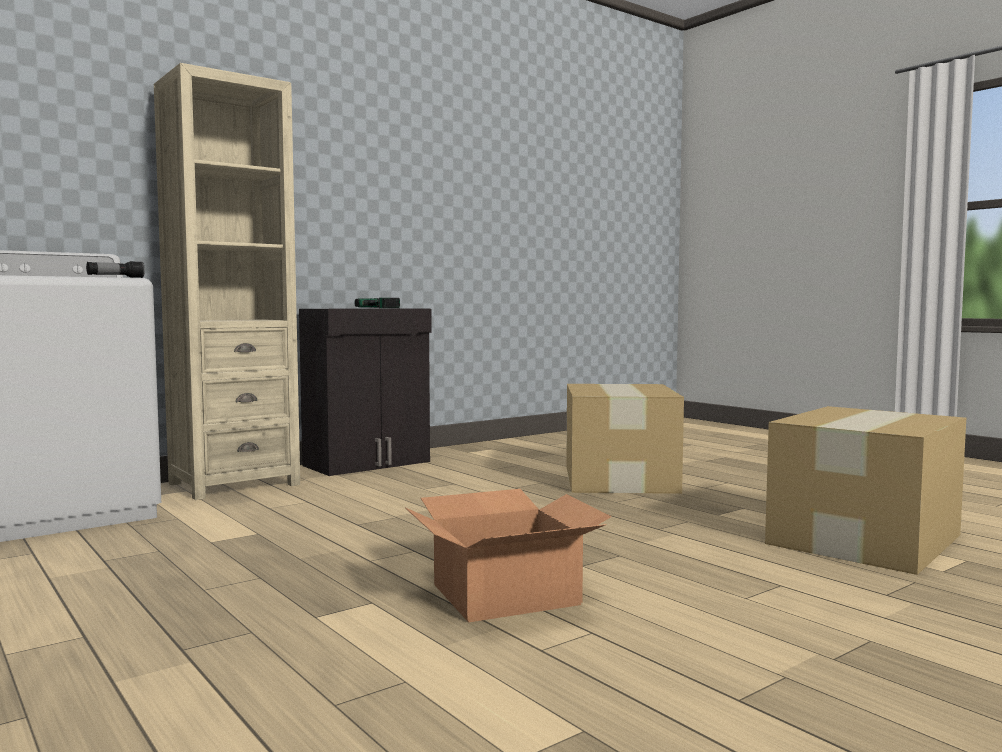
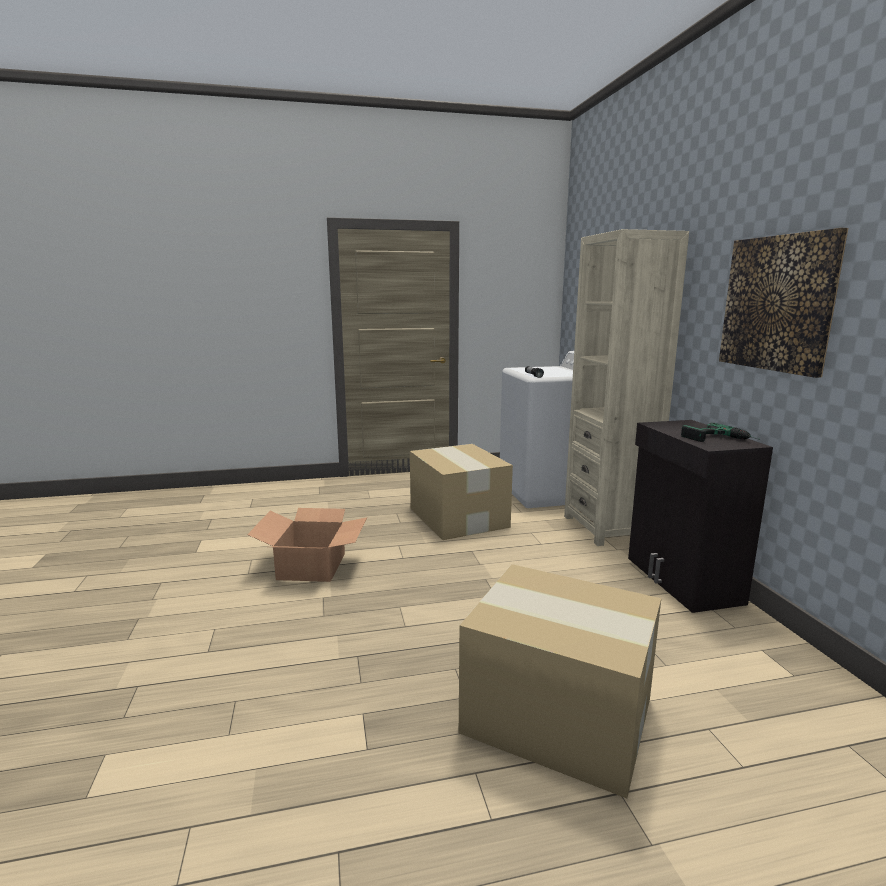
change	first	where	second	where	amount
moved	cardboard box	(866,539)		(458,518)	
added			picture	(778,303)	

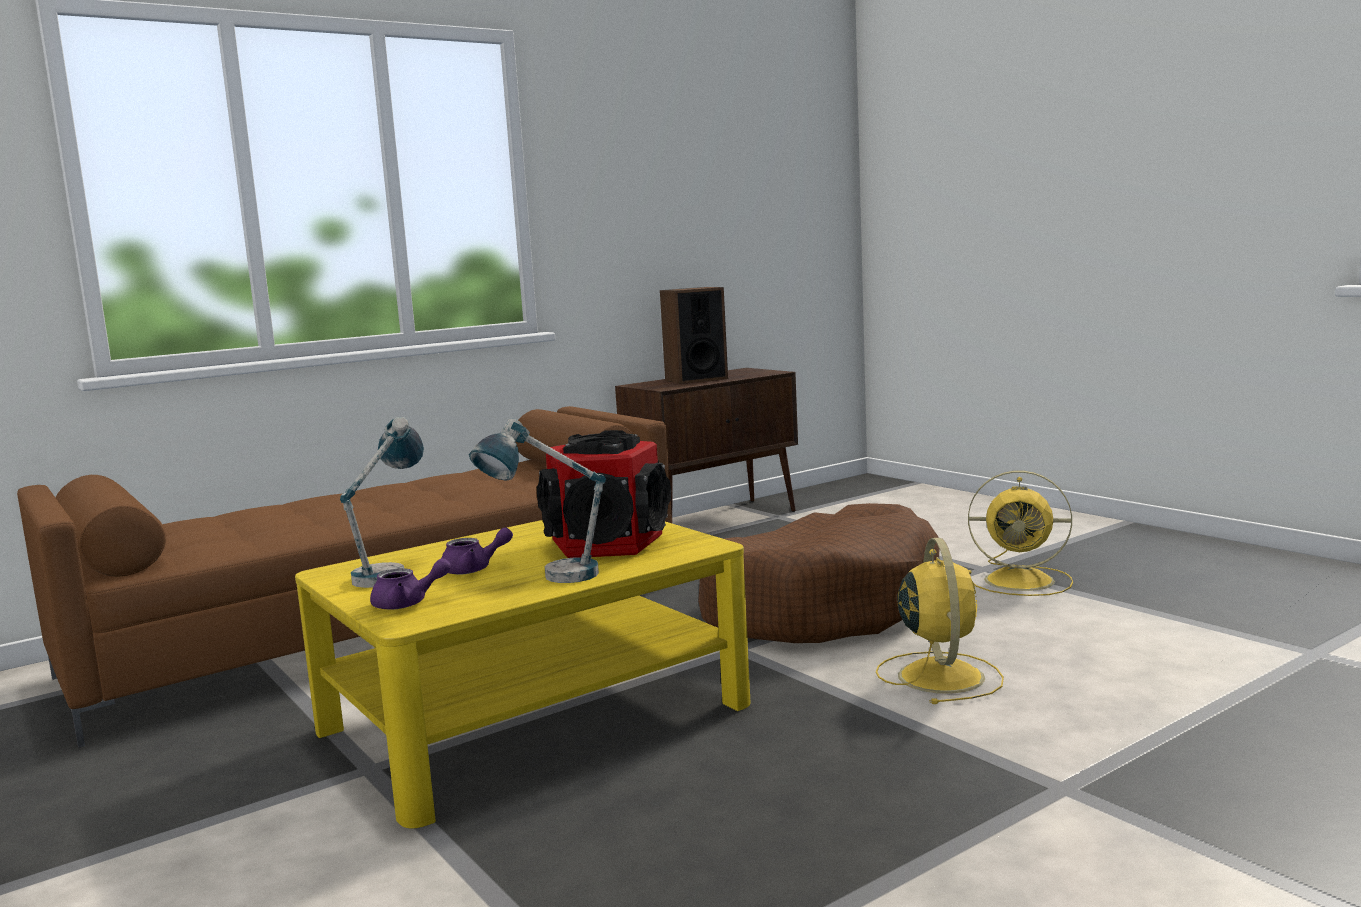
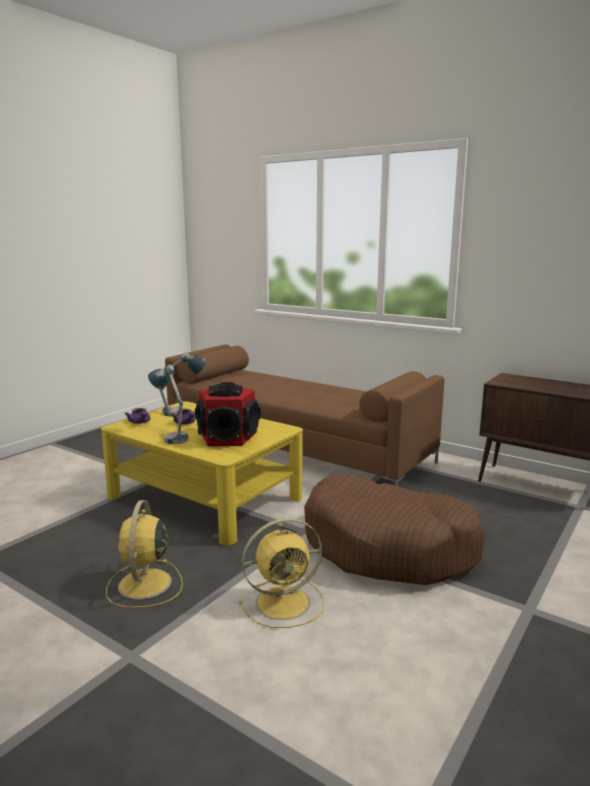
change	first	where	second	where	amount
removed	speaker	(696,379)			
moved	yellow fan	(1022,581)		(144,585)	

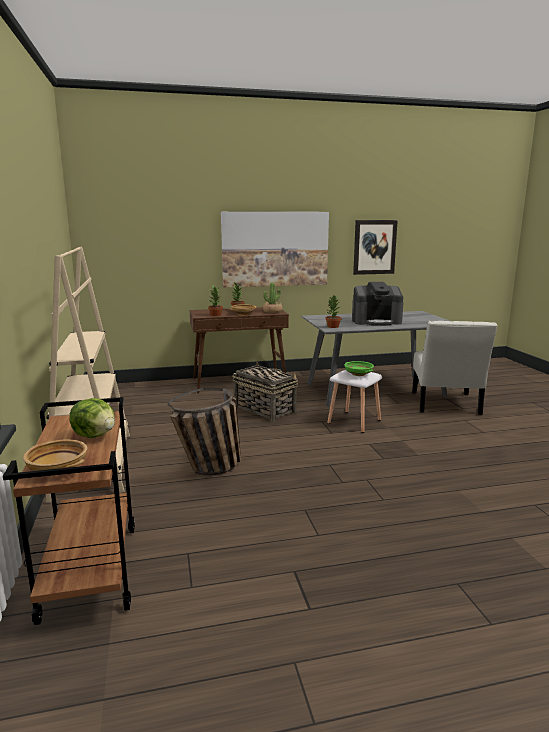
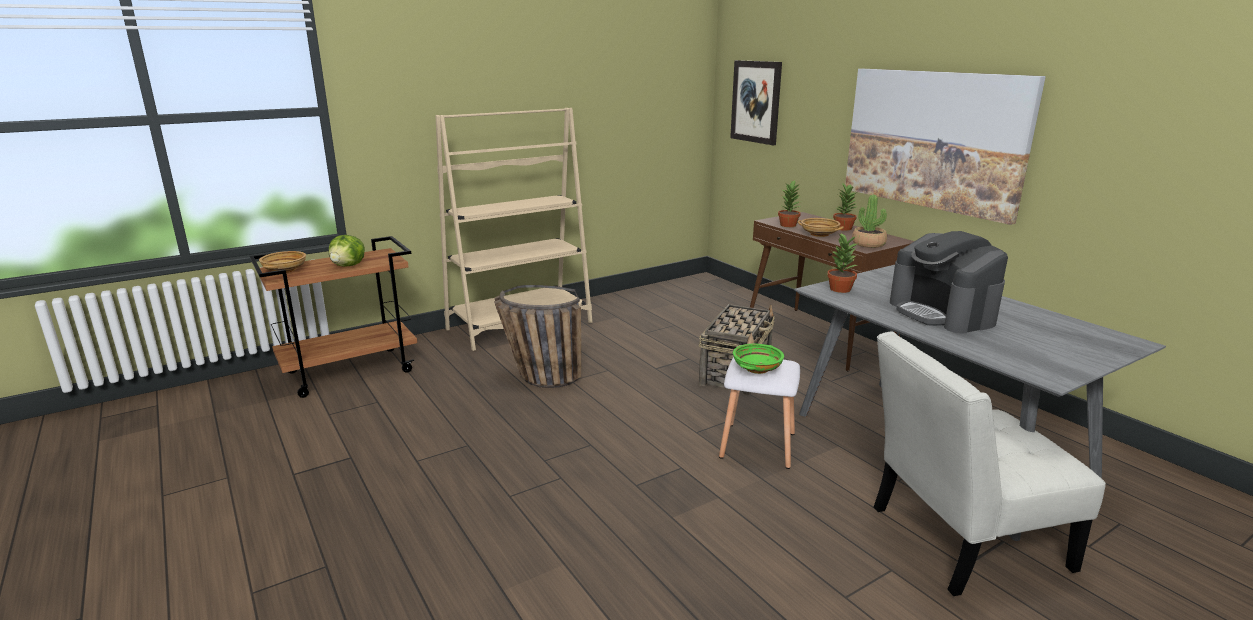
change	first	where	second	where	amount
moved	picture	(374,247)		(756,102)	

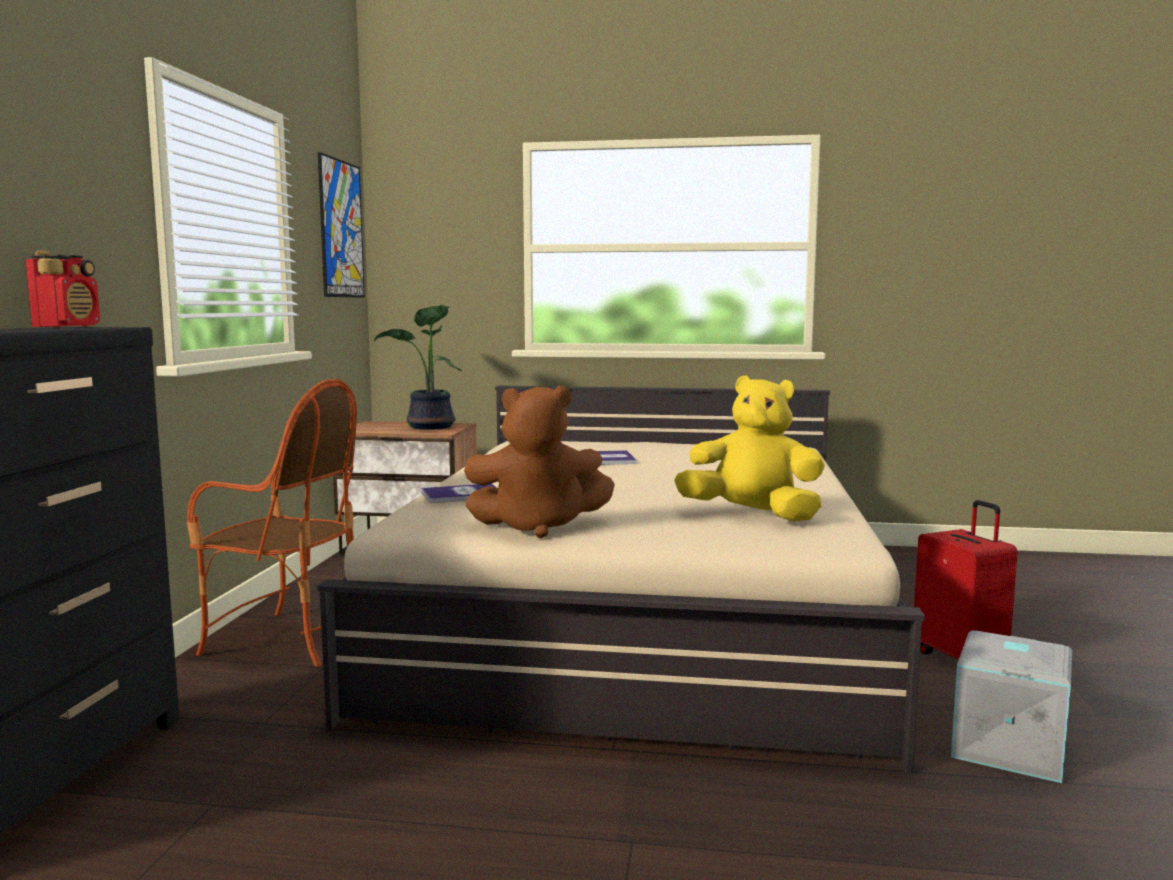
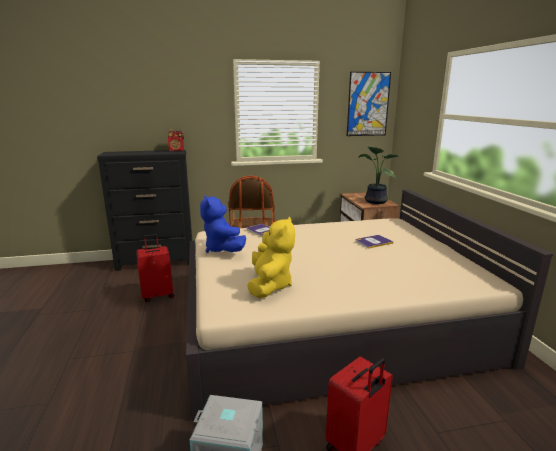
change	first	where	second	where	amount
recoloured	brown plush toy	(538,527)	blue plush toy	(223,249)	
added			red suitcase	(158,295)	

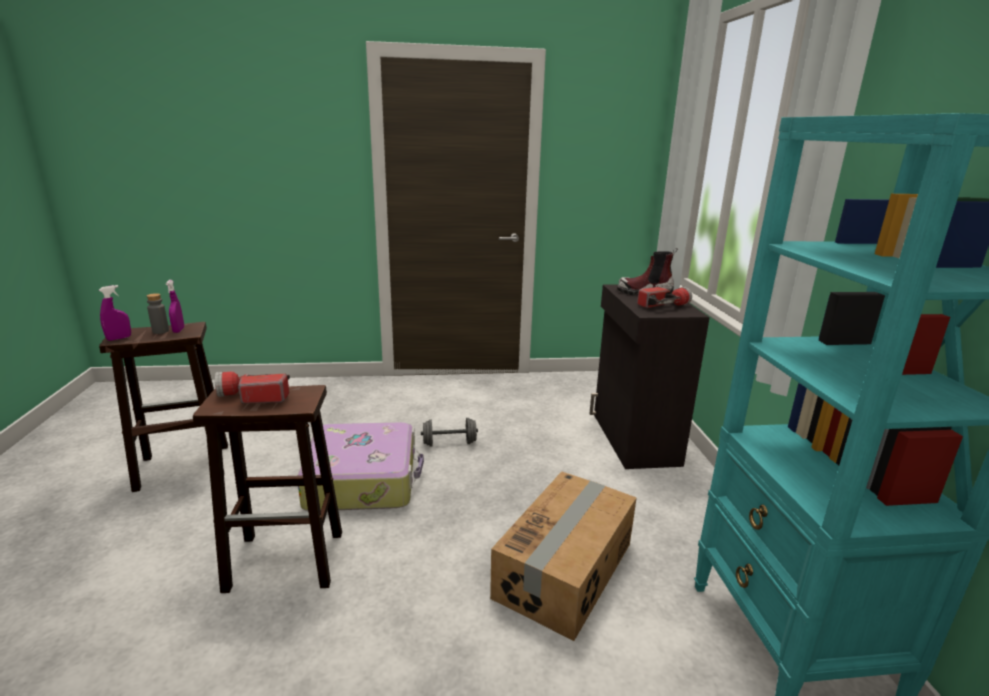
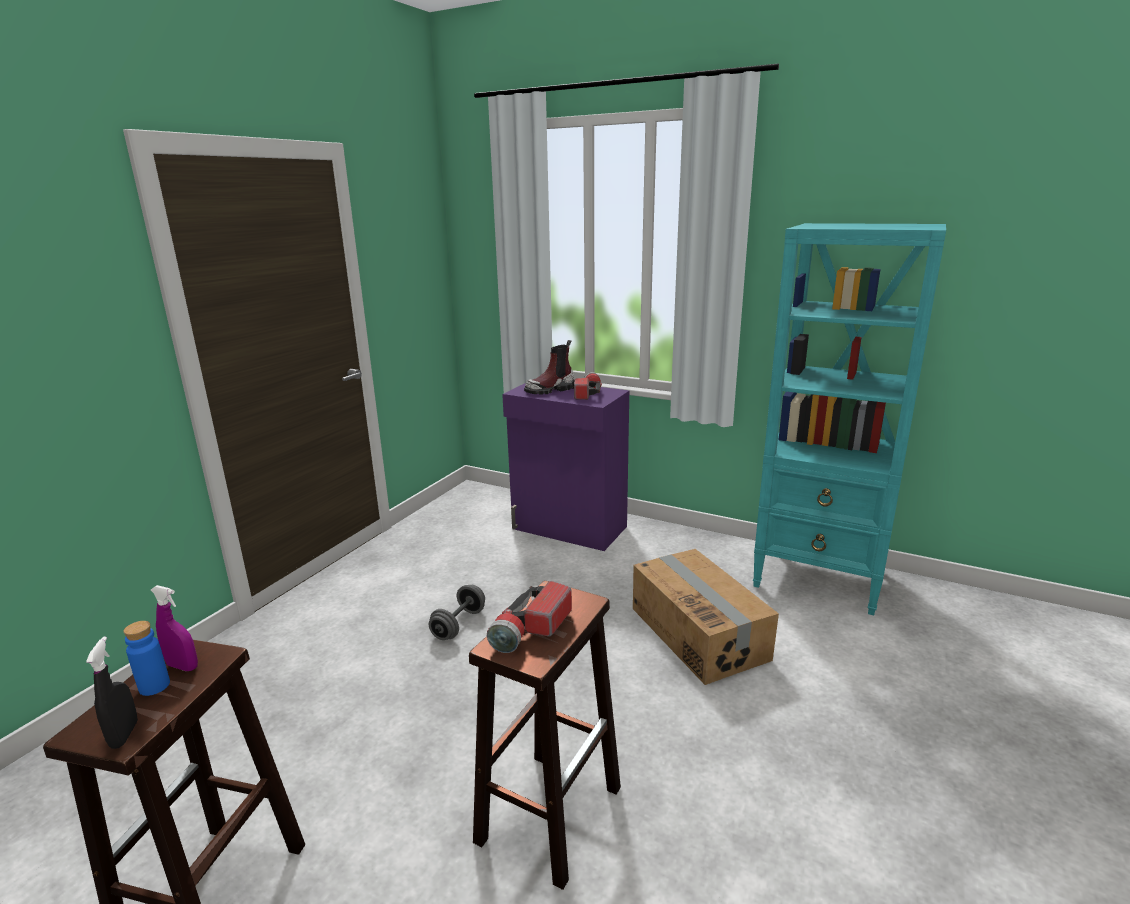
change	first	where	second	where	amount
recoloured	purple spray bottle	(119,338)	black spray bottle	(124,735)	
recoloured	black cabinet	(633,439)	purple cabinet	(569,528)	
recoloured	grey bottle	(160,331)	blue bottle	(154,686)	
removed	suitcase	(363,479)			

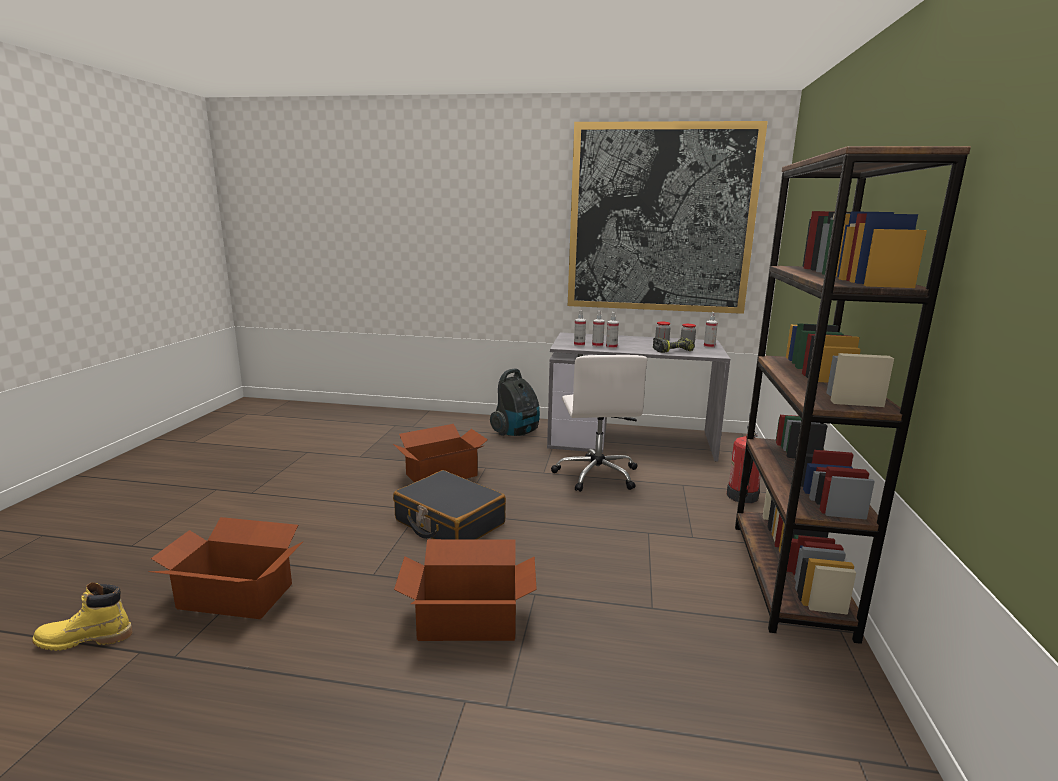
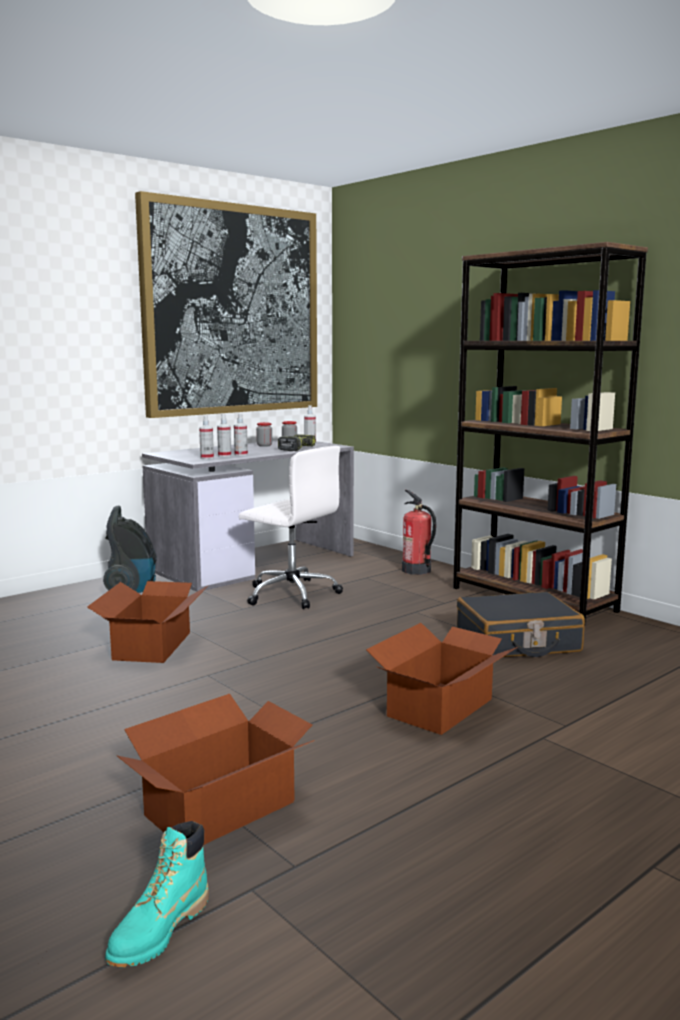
change	first	where	second	where	amount
moved	black suitcase	(449,522)		(517,642)	
recoloured	yellow boot	(85,639)	turquoise boot	(159,931)	

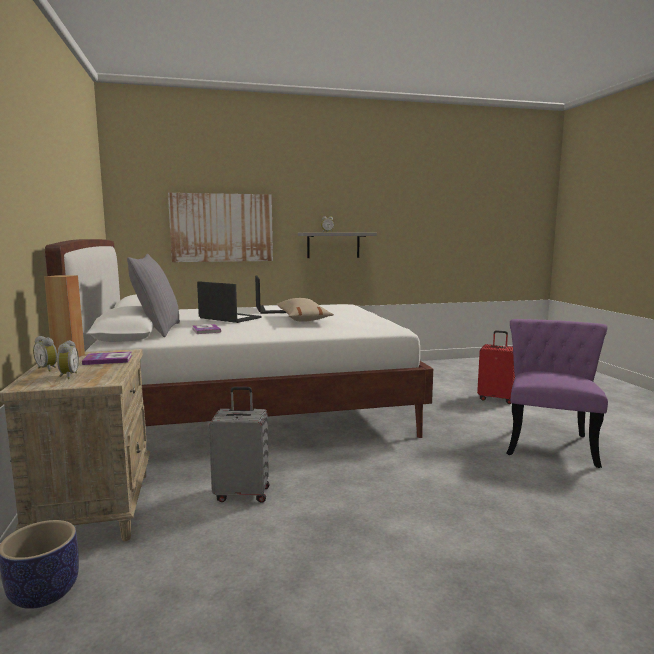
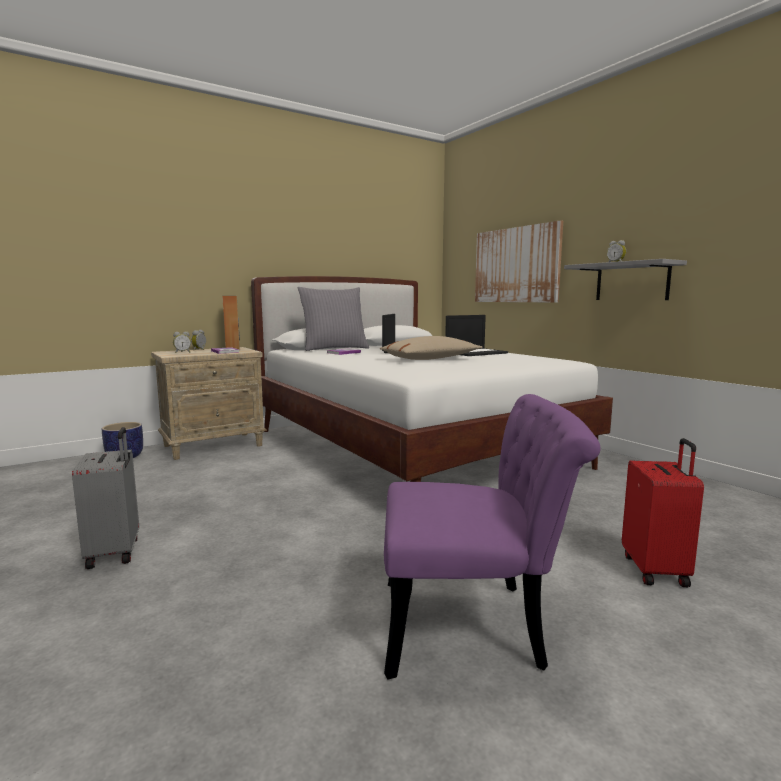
change	first	where	second	where	amount
moved	grey suitcase	(242,493)		(115,552)	

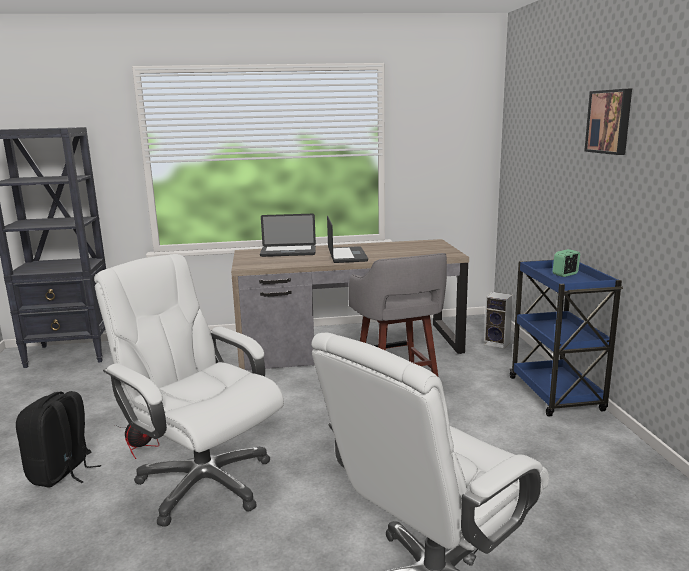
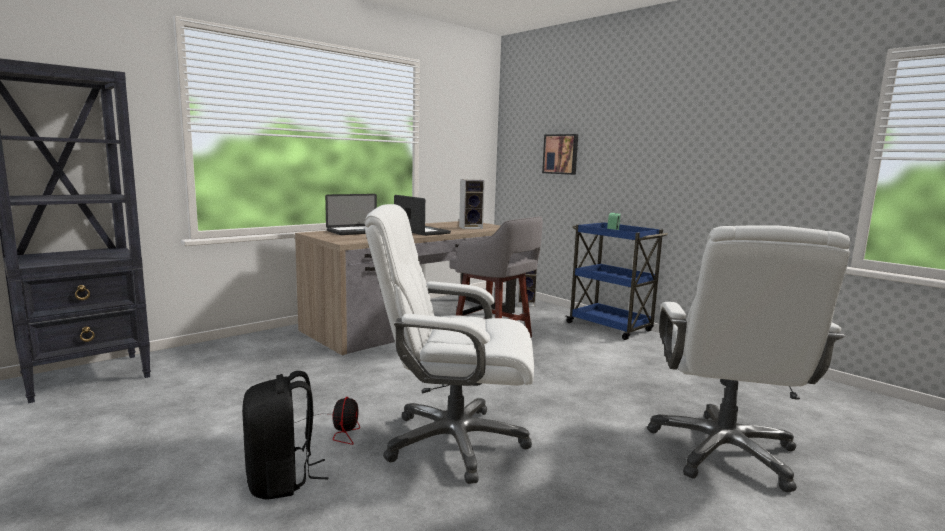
change	first	where	second	where	amount
moved	picture	(610,121)		(561,154)	
added			speaker	(471,227)	

